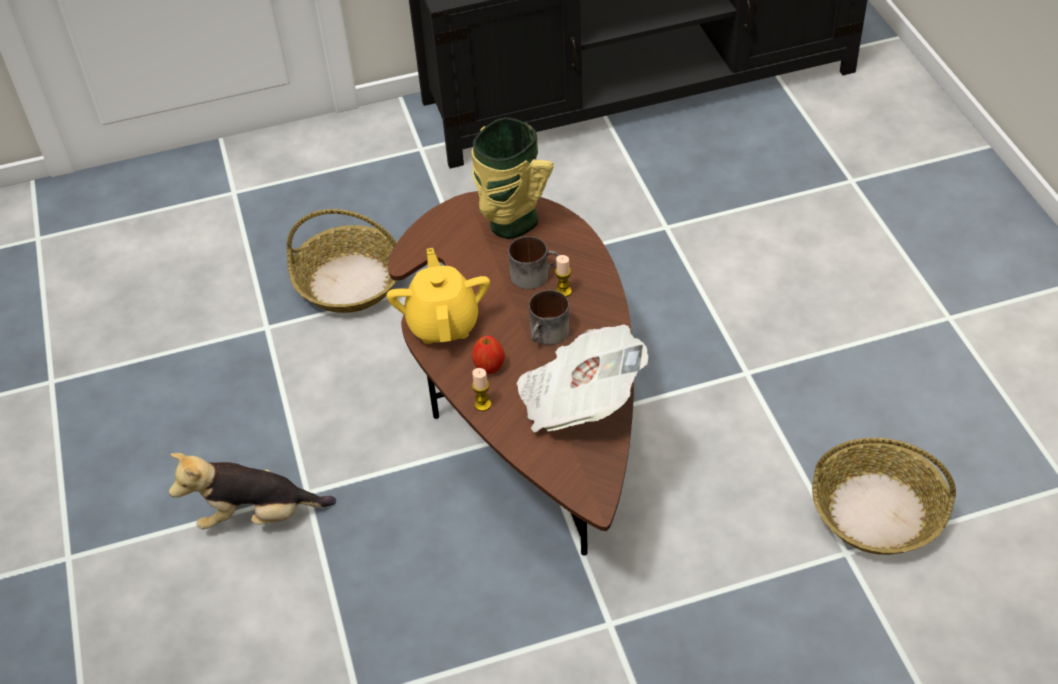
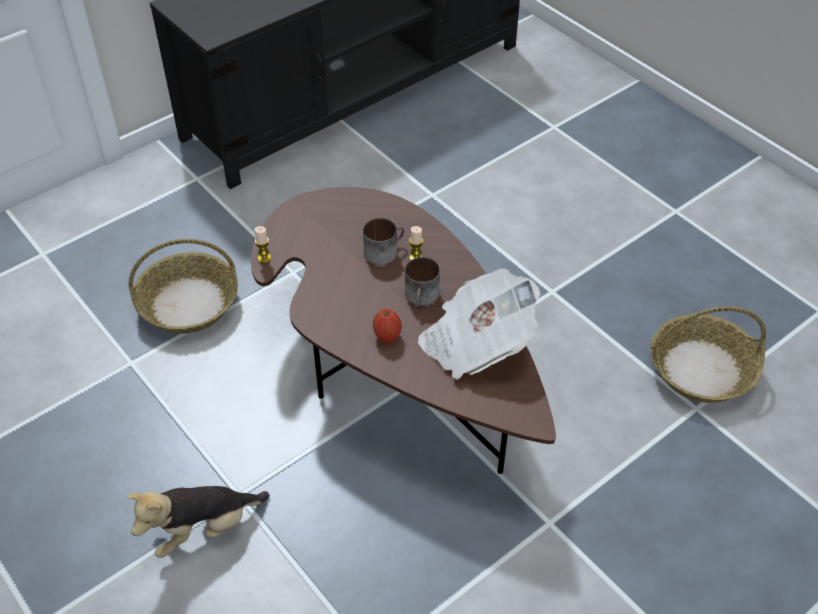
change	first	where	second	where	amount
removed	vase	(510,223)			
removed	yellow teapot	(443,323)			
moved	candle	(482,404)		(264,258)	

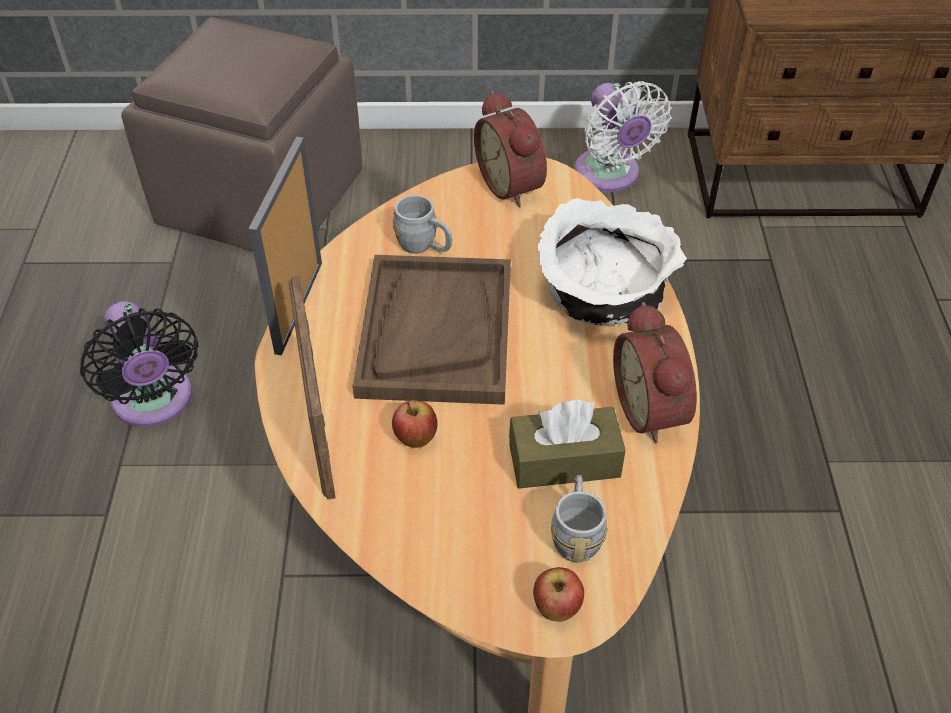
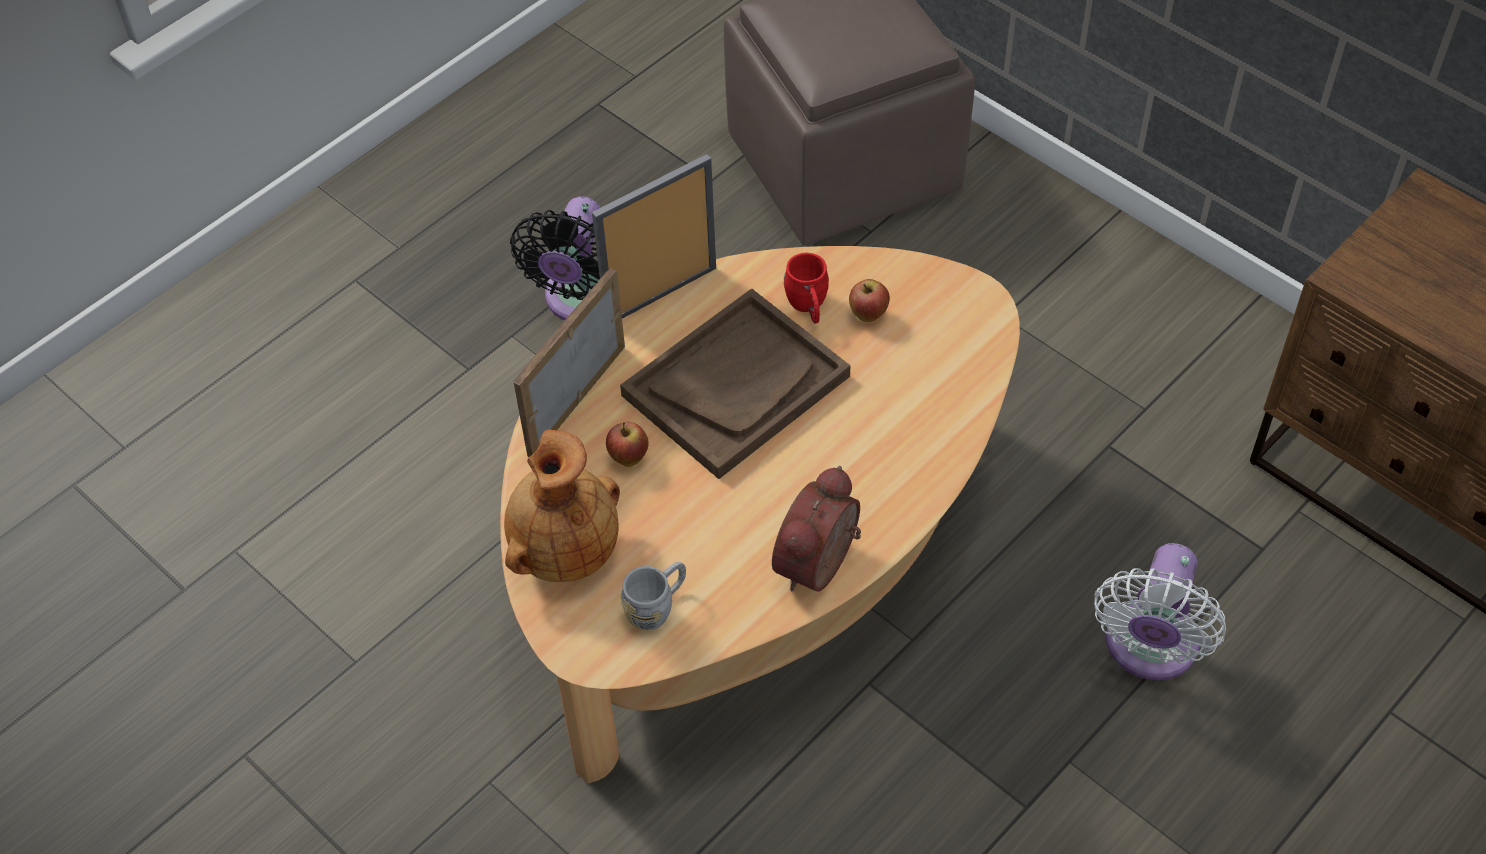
change	first	where	second	where	amount
moved	white fan	(610,176)		(1149,649)	
removed	alarm clock	(513,185)			
recoloured	grey mug	(424,246)	red mug	(808,307)	
removed	white bowl	(604,292)			
removed	brown tissue box	(564,461)			
moved	apple	(556,609)		(868,315)	
added			brown vase	(564,550)	

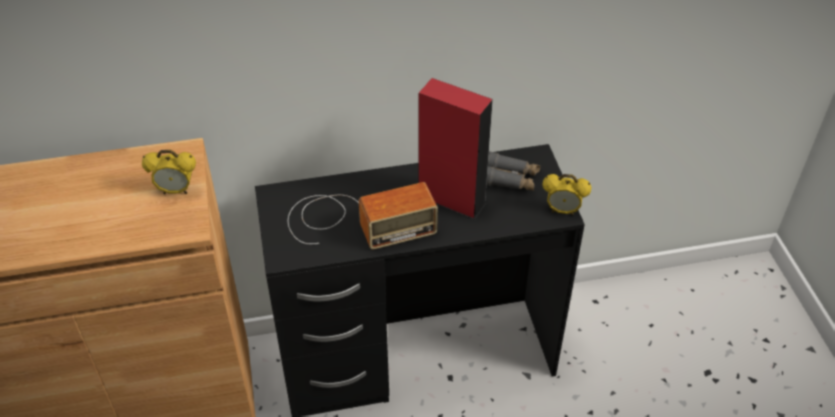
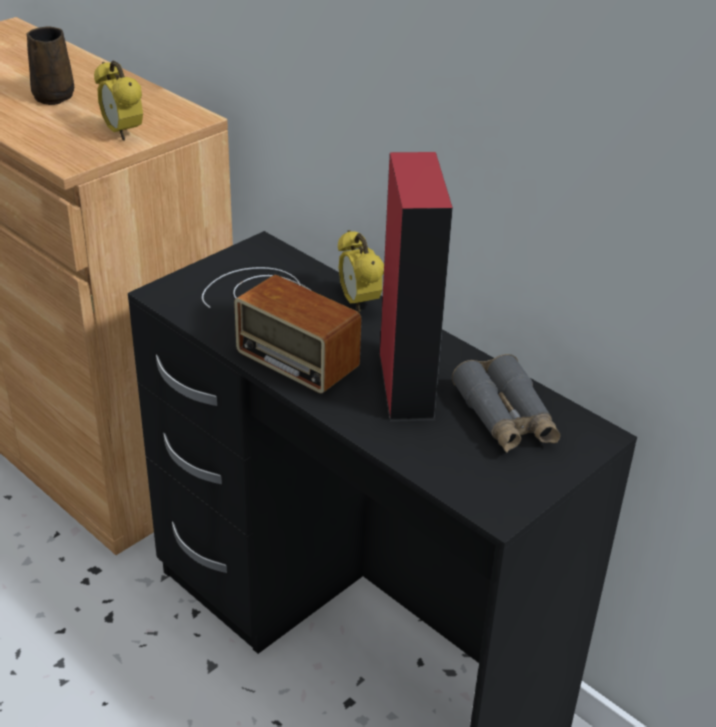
change	first	where	second	where	amount
moved	alarm clock	(562,211)		(358,303)	
added			brown mug	(55,96)	

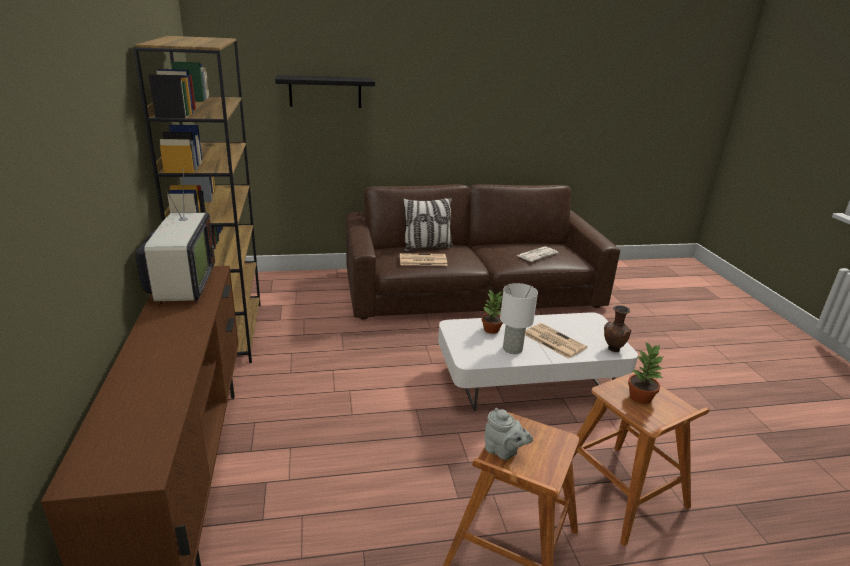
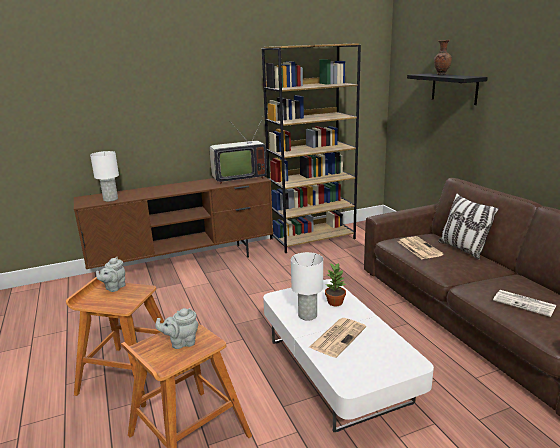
change	first	where	second	where	amount
moved	brown vase	(612,349)		(441,74)	
replaced	potted plant	(640,397)	grey teapot	(181,343)	
added			white table lamp	(110,199)	

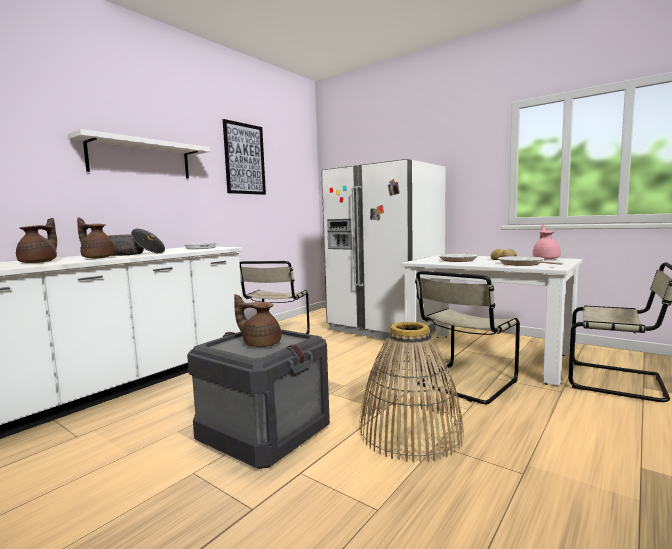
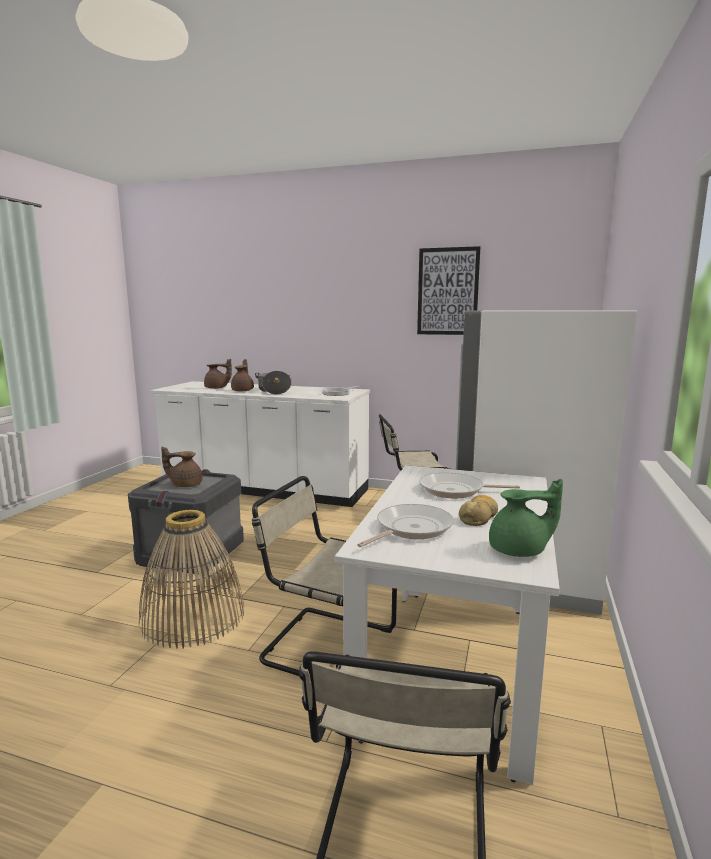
change	first	where	second	where	amount
removed	white shelf	(140,159)			
recoloured	pink teapot	(546,259)	green teapot	(520,551)	
turned	brown teapot	(261,344)		(185,484)	90 degrees counterclockwise

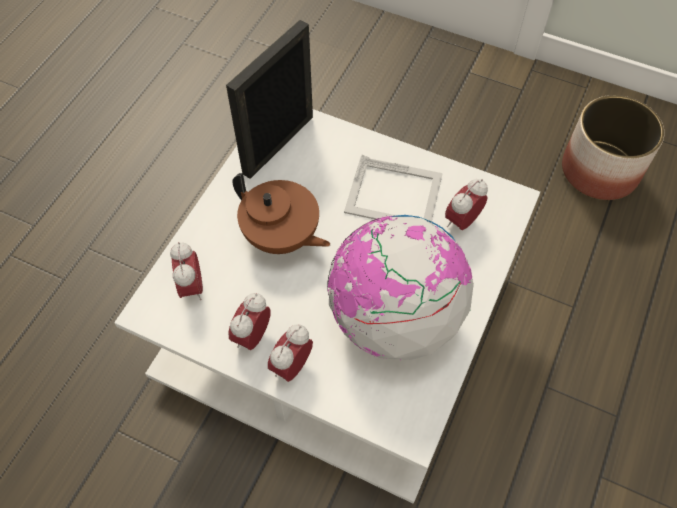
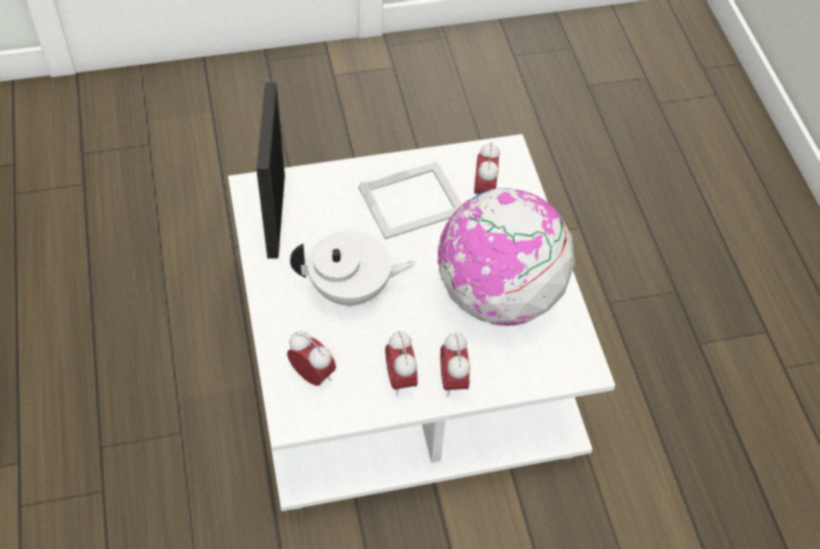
change	first	where	second	where	amount
removed	planter	(599,171)			
recoloured	brown teapot	(281,237)	white teapot	(351,289)	

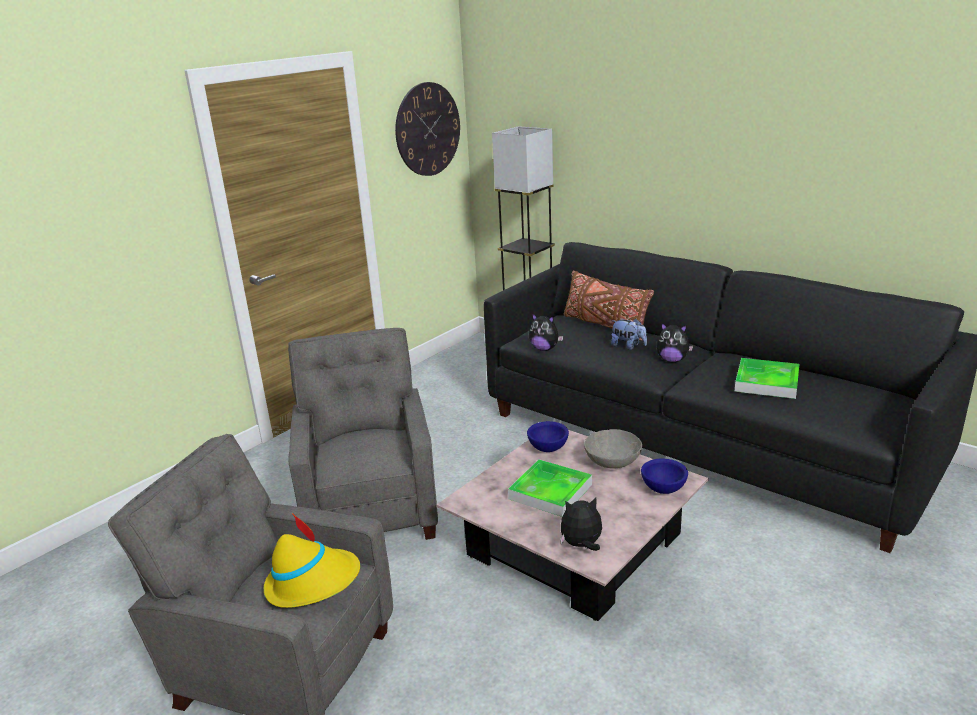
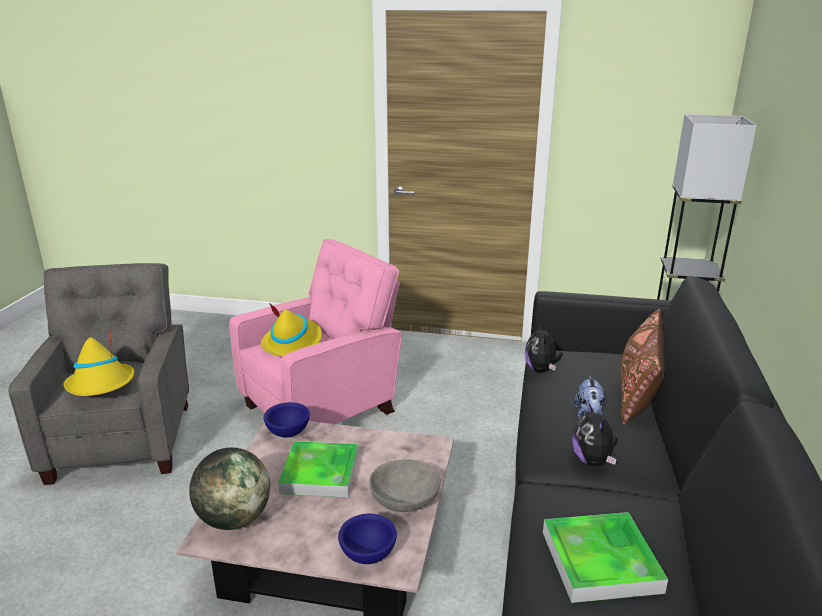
change	first	where	second	where	amount
removed	wall clock	(428,129)			
recoloured	grey armchair	(371,509)	pink armchair	(323,408)	
moved	blue bowl	(548,448)		(289,432)	
replaced	plush toy	(582,545)	globe	(234,519)	
added			yellow hat	(292,343)	

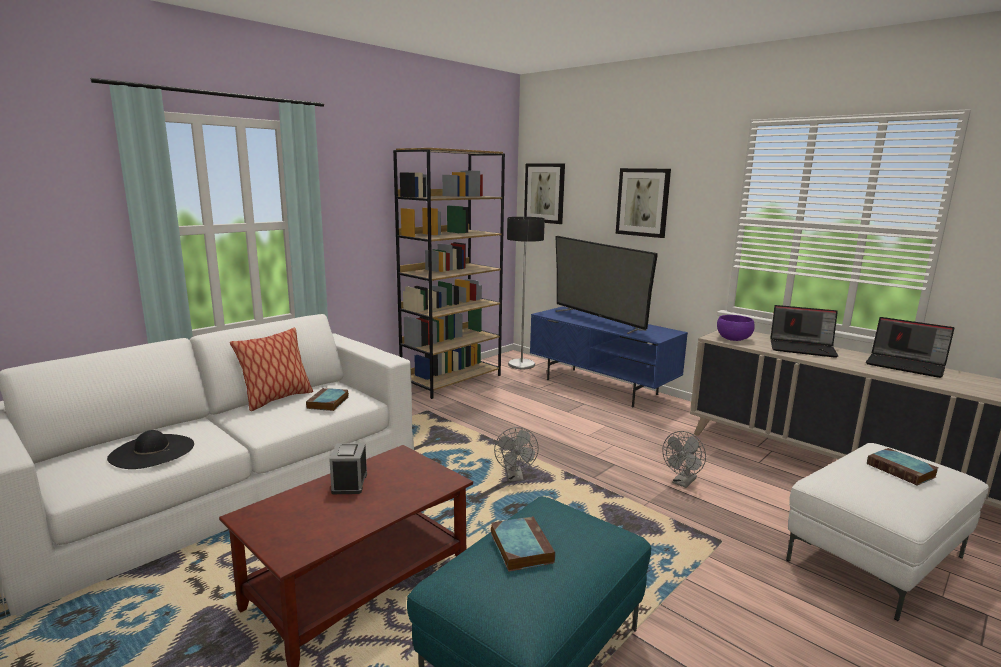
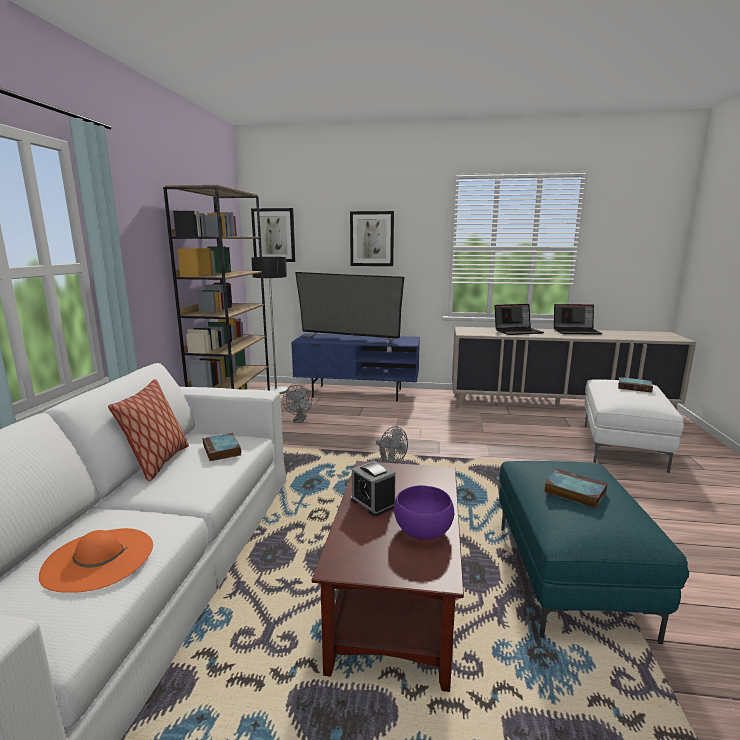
change	first	where	second	where	amount
moved	purple bowl	(734,338)		(423,530)	
recoloured	black hat	(152,451)	orange hat	(98,558)	
moved	grey fan	(682,483)		(299,421)	

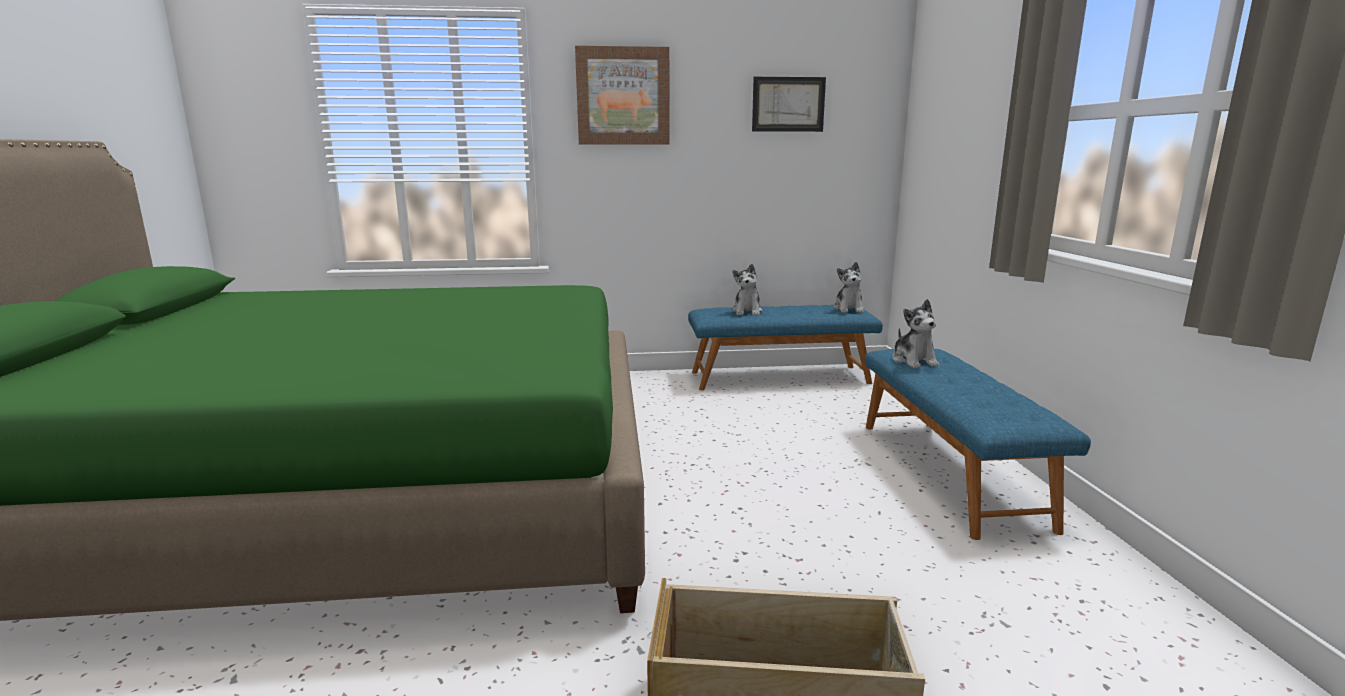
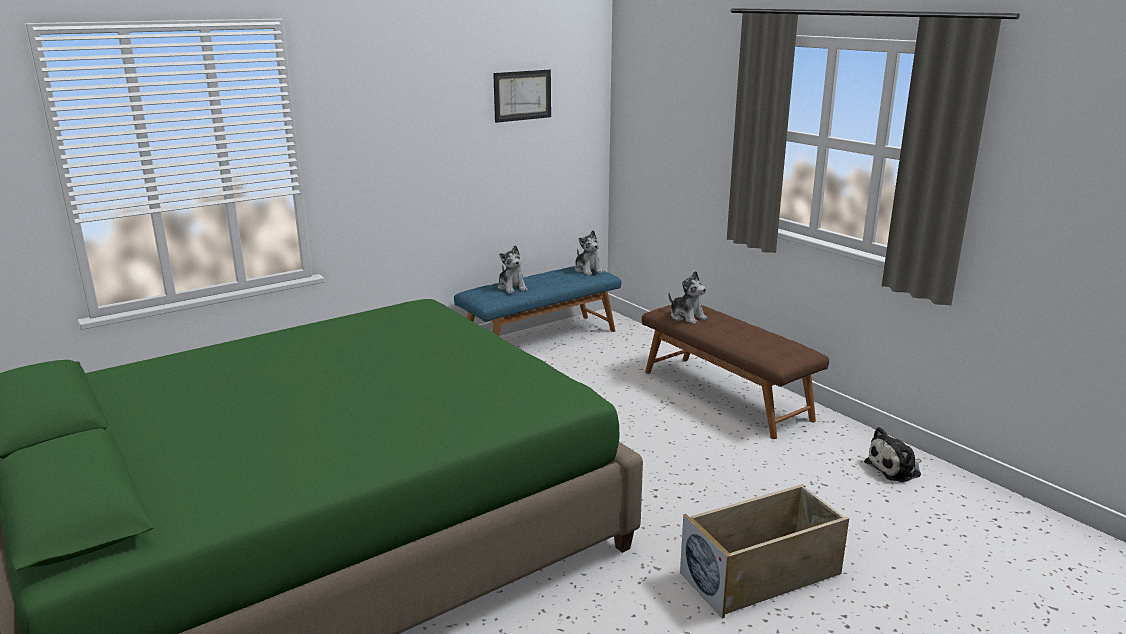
change	first	where	second	where	amount
removed	picture	(623,96)			
recoloured	blue bench	(950,472)	brown bench	(726,395)	
added			plush toy	(895,469)	

